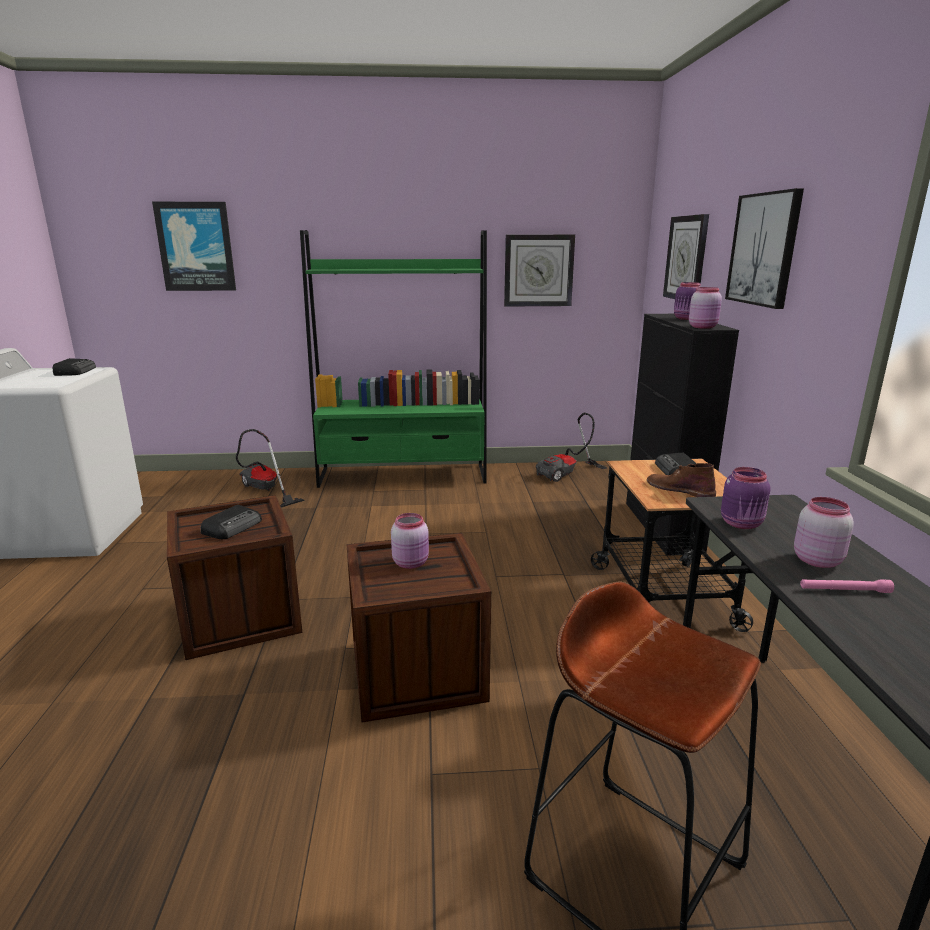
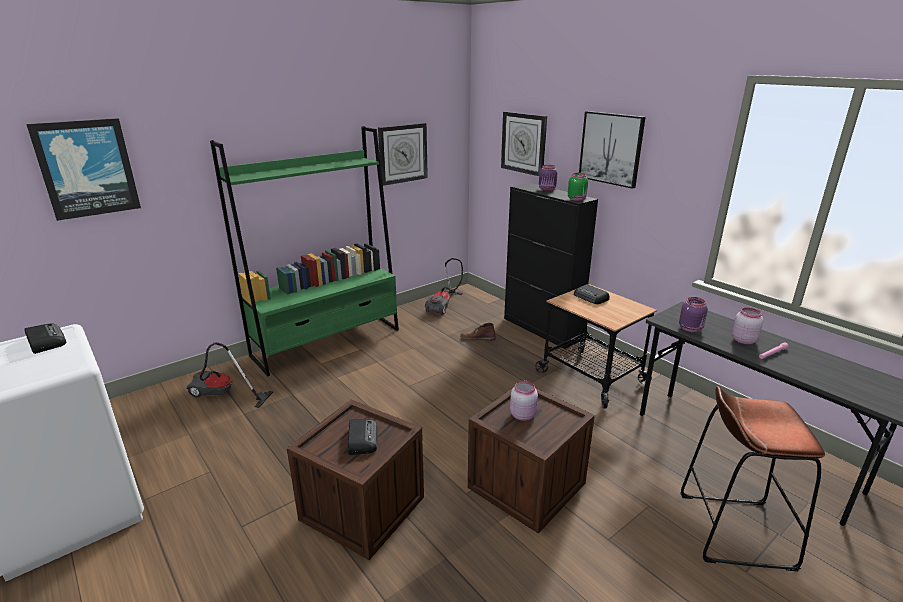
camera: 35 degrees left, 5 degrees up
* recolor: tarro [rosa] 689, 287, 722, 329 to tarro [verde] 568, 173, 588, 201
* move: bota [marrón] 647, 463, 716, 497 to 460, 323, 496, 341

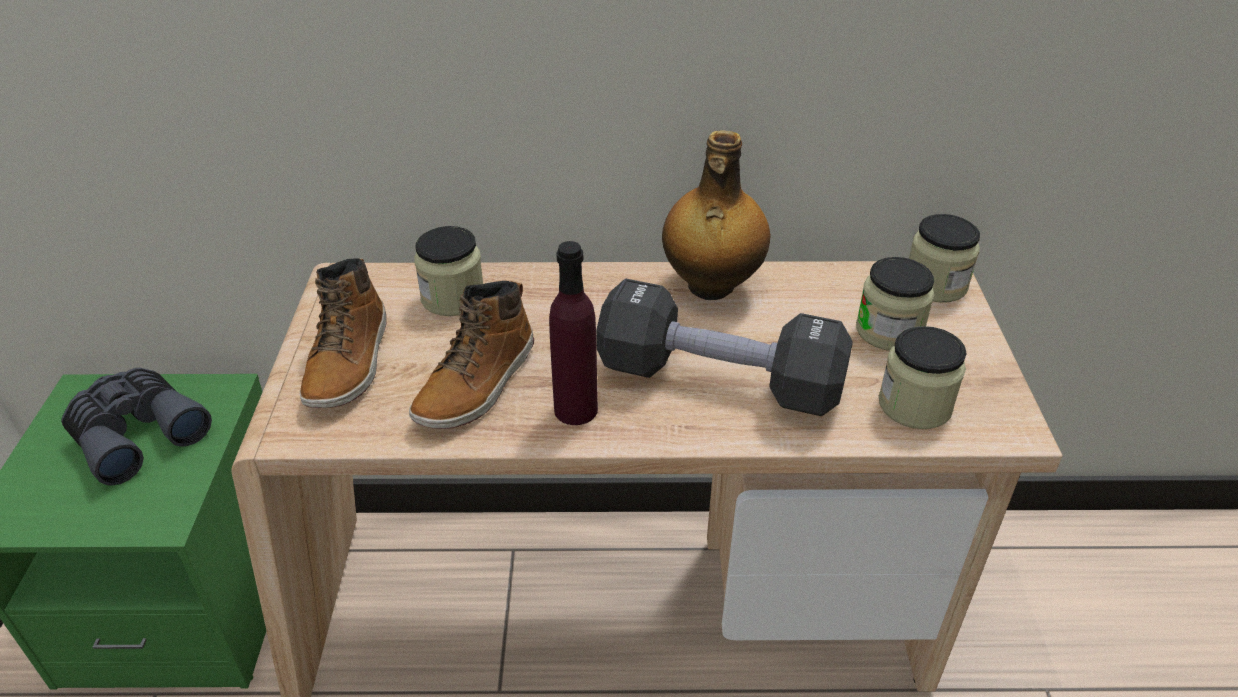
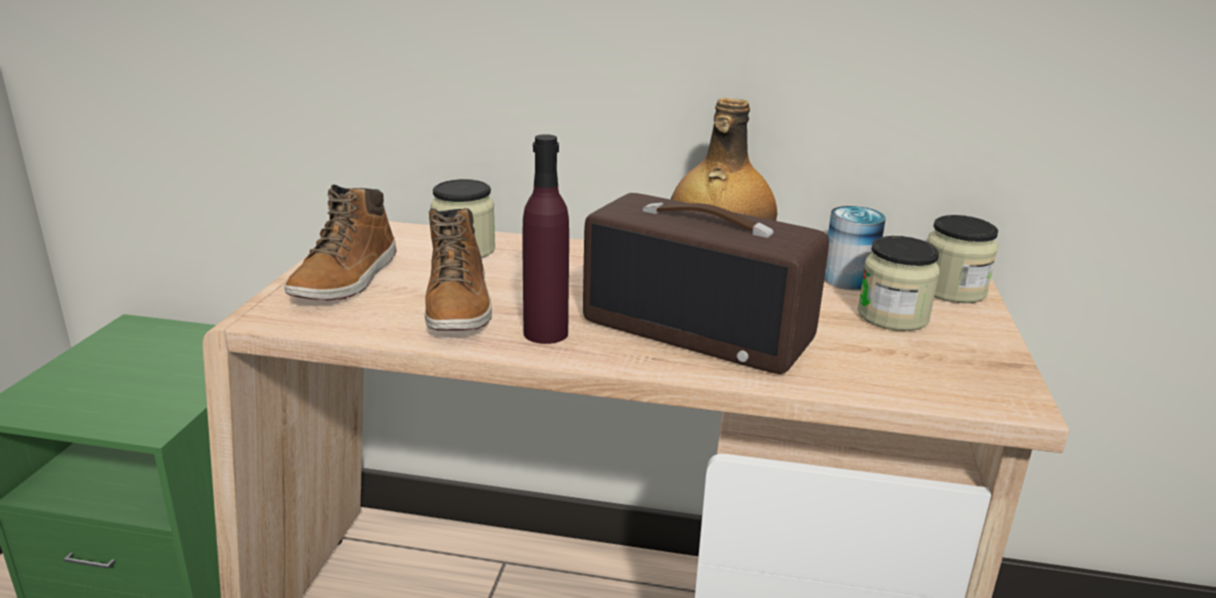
camera: 10 degrees right, 15 degrees down
* replace: mancuerna [negro] 596, 279, 853, 416 to radio 583, 193, 829, 374
* rotate: bota 409, 281, 534, 429 = 425, 208, 492, 331 45 degrees counterclockwise
* delete: tarro 879, 326, 967, 429
* delete: prismáticos [gris] 61, 368, 212, 486
* insert: lata 824, 206, 886, 290

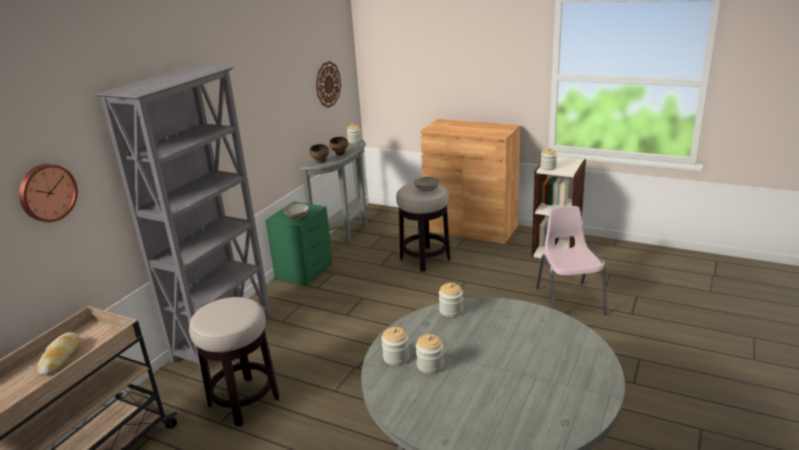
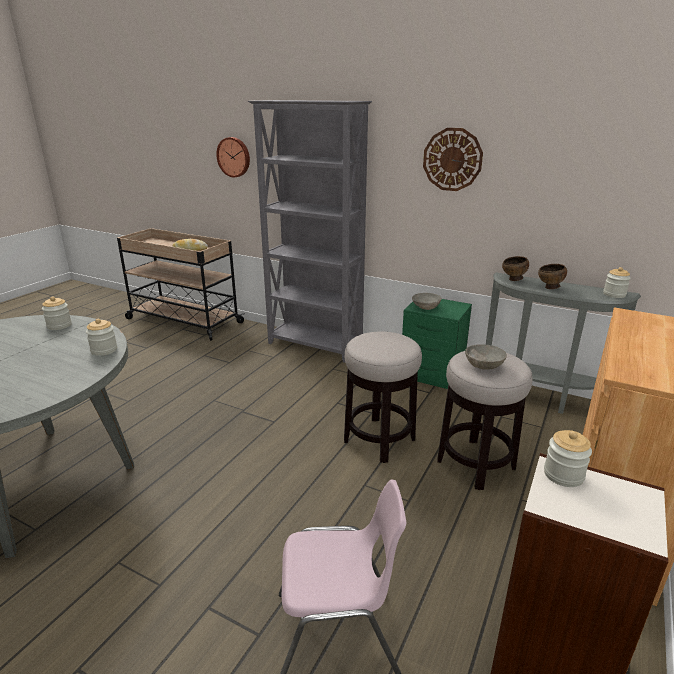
camera: 90 degrees right, 0 degrees up
* move: reloj de pared 316, 61, 341, 108 to 423, 128, 483, 191
* move: taburete 189, 297, 279, 426 to 344, 332, 422, 463
* delete: tarro 416, 334, 444, 374

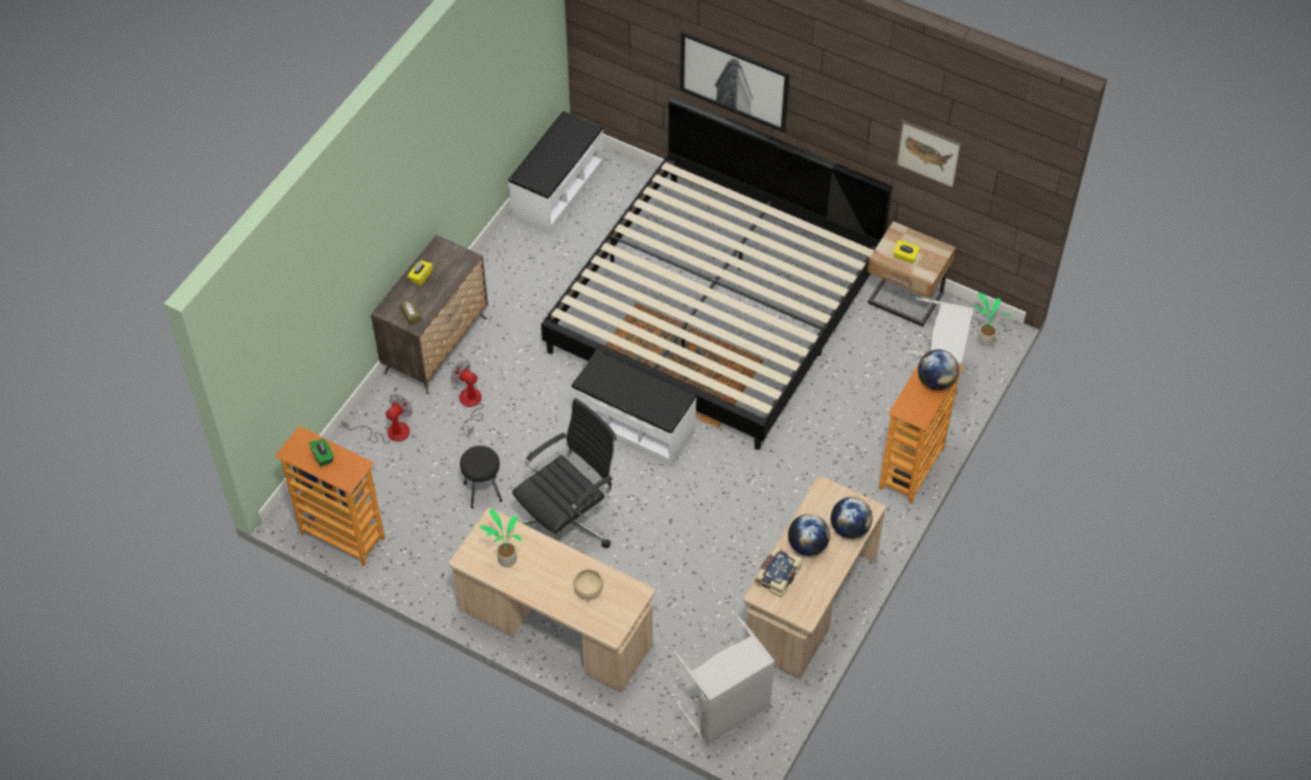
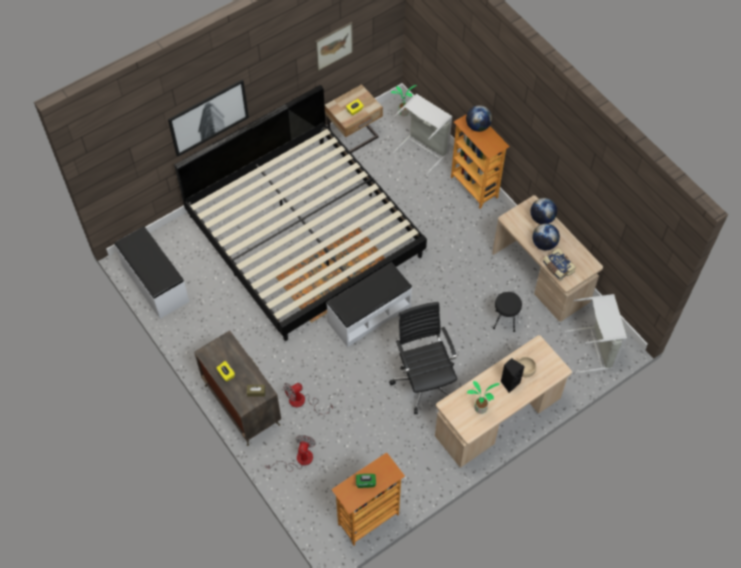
camera: 65 degrees left, 5 degrees up
* rotate: ventilador 341, 394, 413, 443 = 266, 435, 316, 472 45 degrees clockwise
* move: taburete [negro] 460, 446, 502, 509 to 493, 292, 522, 332
* insert: altavoz [negro] 501, 358, 525, 393

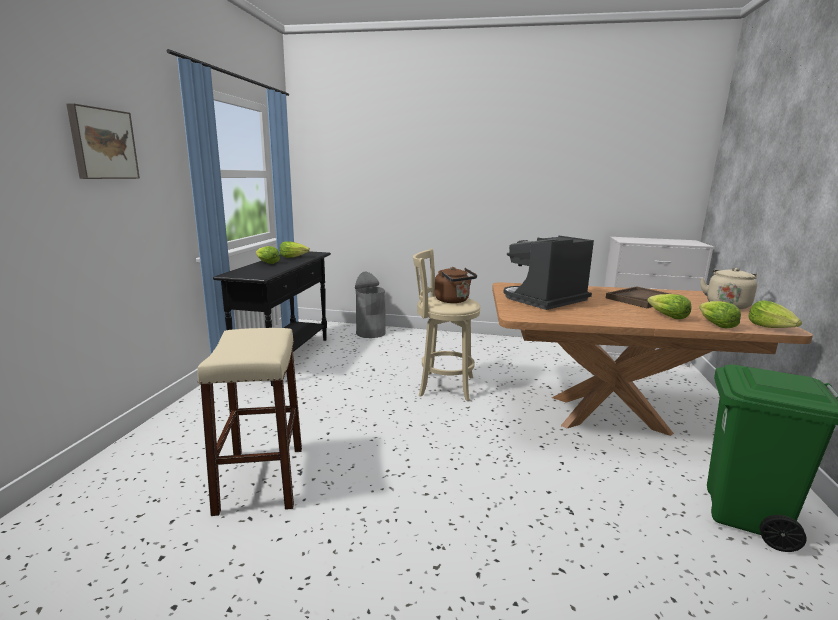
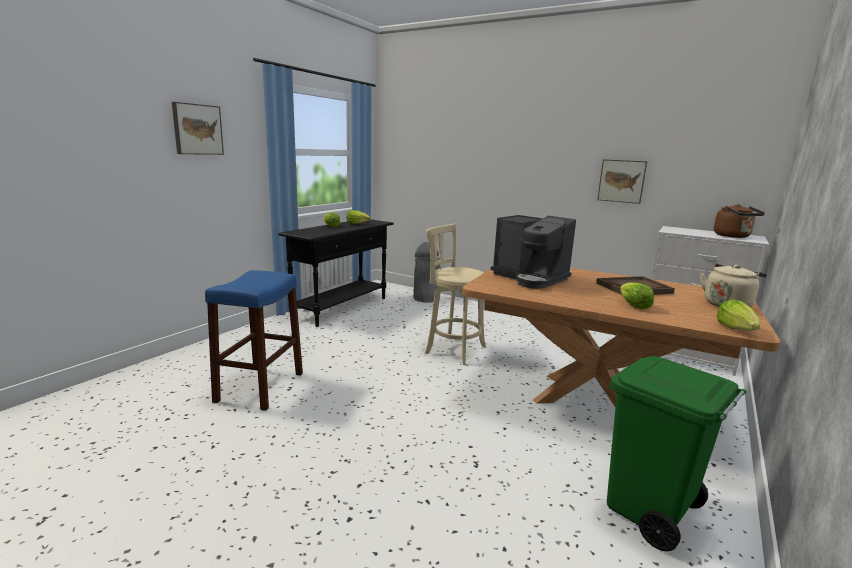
camera: 20 degrees right, 0 degrees up
* rotate: cafetera 503, 236, 594, 310 = 491, 215, 576, 289 120 degrees counterclockwise
* move: hervidor [marrón] 435, 267, 477, 303 to 714, 204, 765, 238
* delete: lechuga 699, 301, 741, 328
* recolor: taburete [beis] 197, 328, 302, 516 to taburete [azul] 205, 270, 303, 411
* insert: cuadro 597, 159, 647, 204

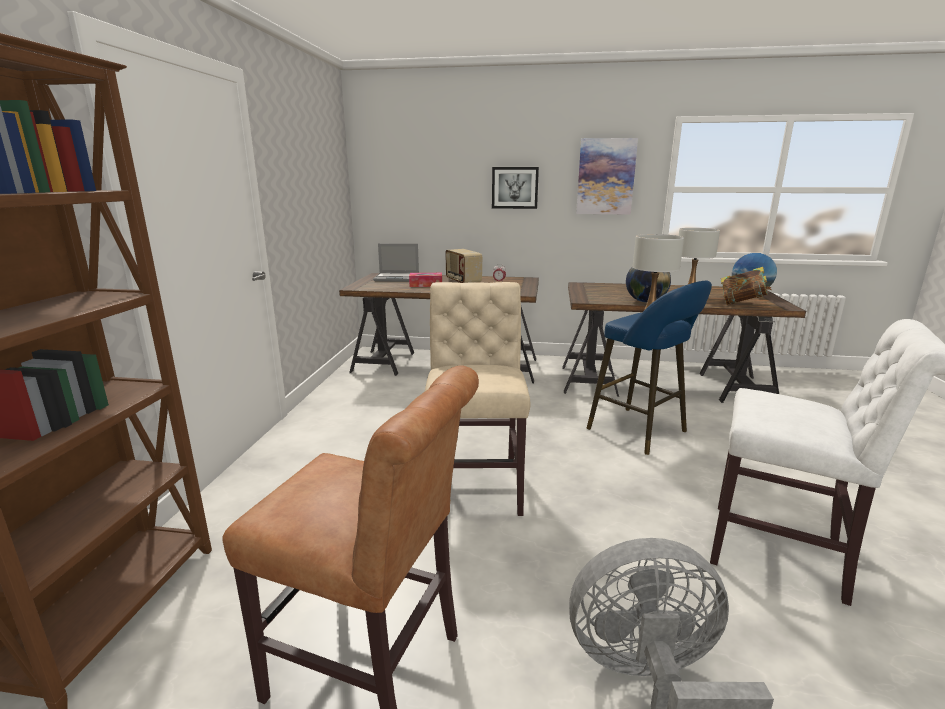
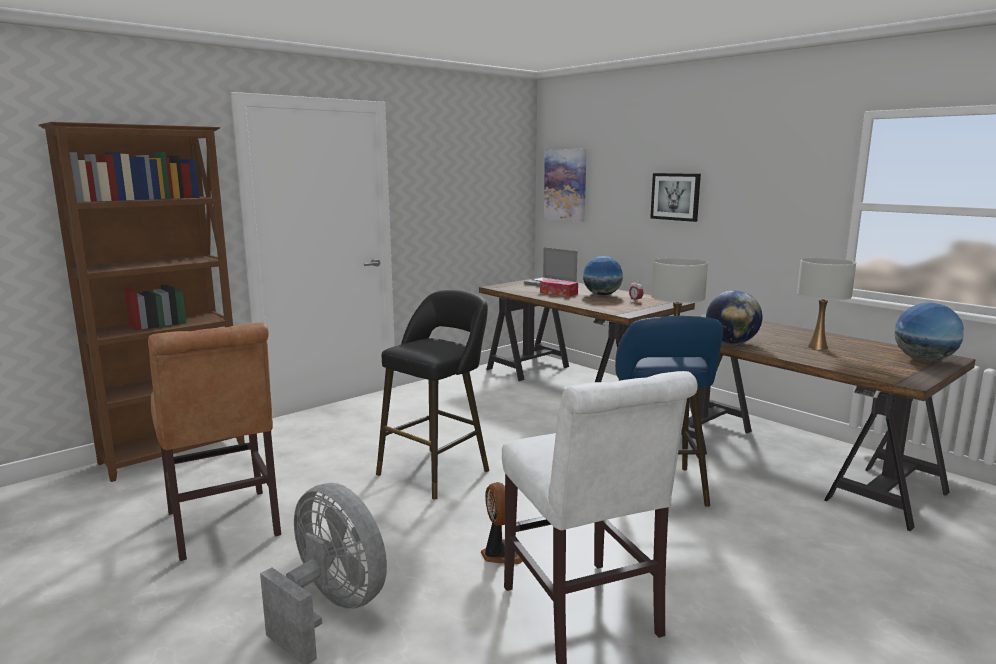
camera: 40 degrees right, 5 degrees down
* move: cuadro 576, 138, 638, 215 to 544, 149, 587, 222
* replace: radio 445, 249, 482, 283 to globo terráqueo 583, 256, 623, 296
* delete: libro 721, 267, 772, 305
* replace: silla [beis] 425, 282, 530, 516 to taburete [negro] 376, 290, 489, 499
* insert: ventilador 481, 482, 523, 564

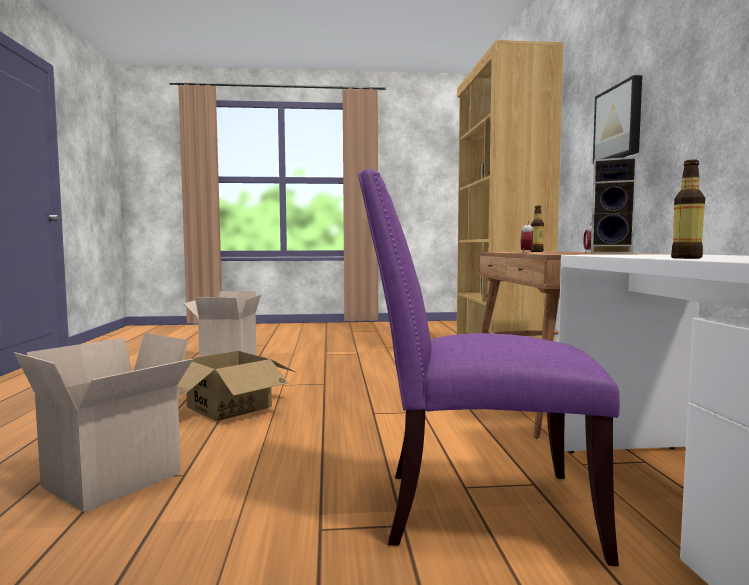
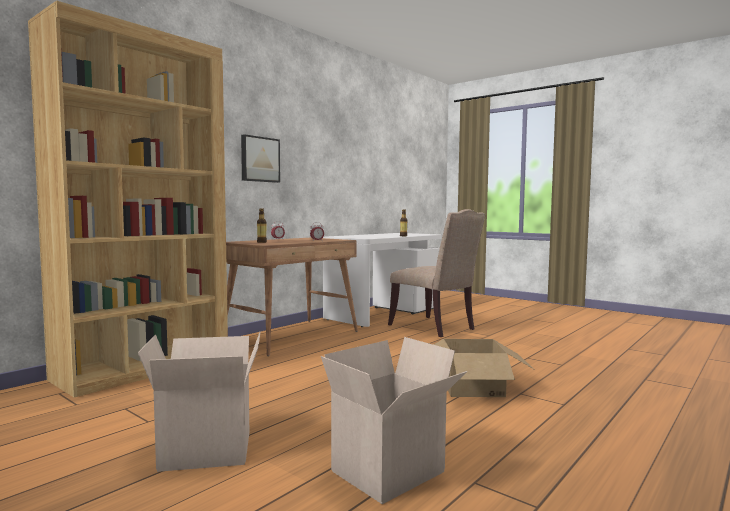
camera: 135 degrees left, 0 degrees up
* delete: altavoz 591, 156, 637, 254
* recolor: silla [morado] 358, 169, 620, 566 to silla [beis] 388, 209, 485, 337
* move: caja de cartón 14, 333, 193, 513 to 138, 331, 261, 472

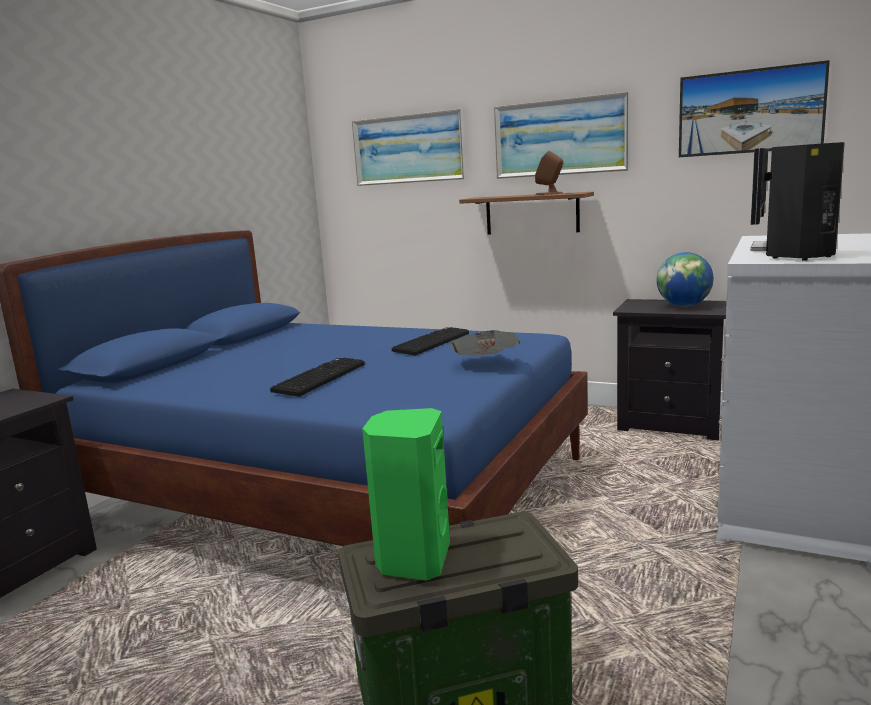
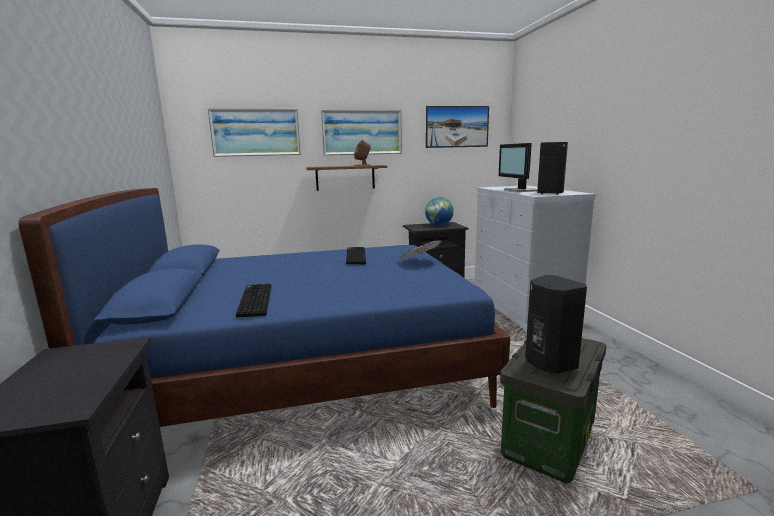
camera: 40 degrees left, 0 degrees up
* move: teclado 270, 358, 365, 397 to 236, 284, 271, 318
* recolor: altavoz [verde] 362, 408, 450, 581 to altavoz [negro] 525, 275, 587, 374

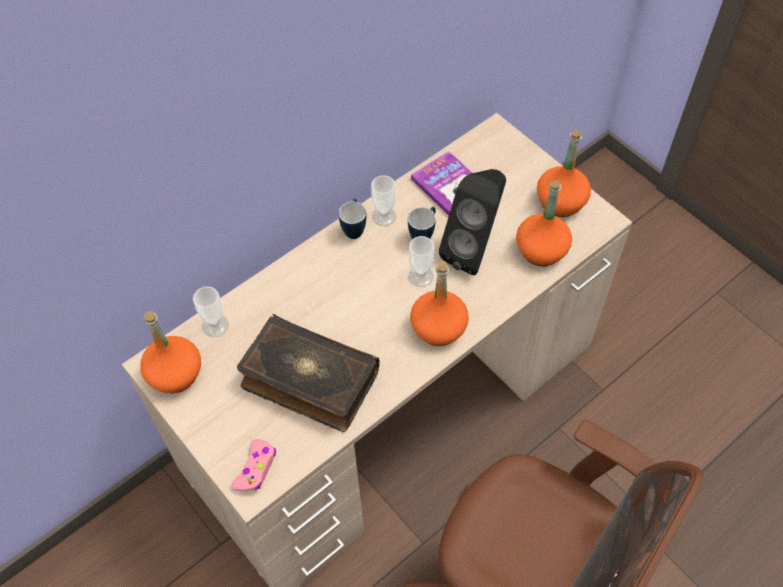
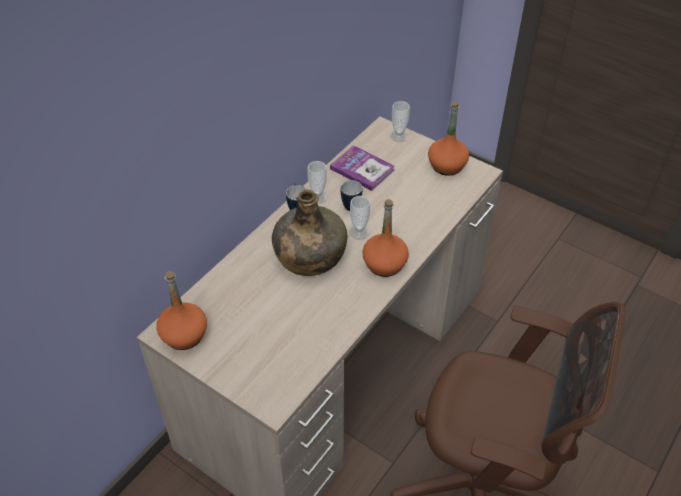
camera: 15 degrees left, 10 degrees down
* delete: altavoz [negro] 439, 169, 506, 275
* delete: botella [naranja] 516, 180, 572, 266
* move: taza 193, 286, 229, 337 to 390, 101, 410, 142
* delete: libro 237, 314, 380, 432
* delete: mando de consola [rosa] 231, 439, 276, 491
* insert: botella [verde] 272, 189, 348, 276

